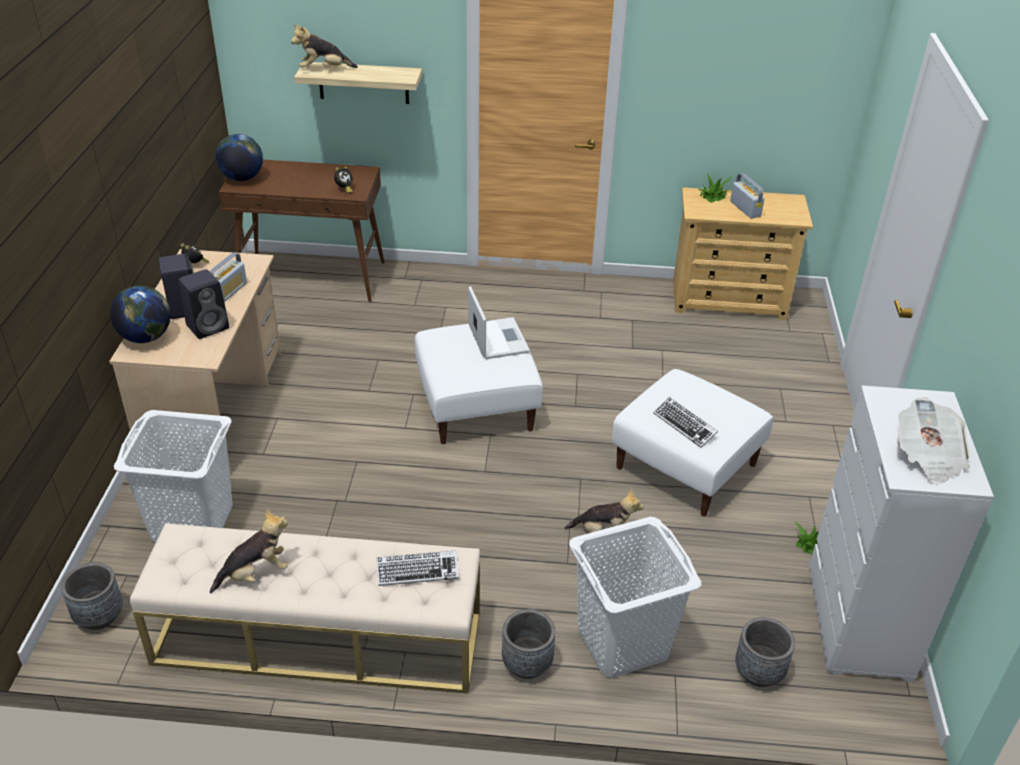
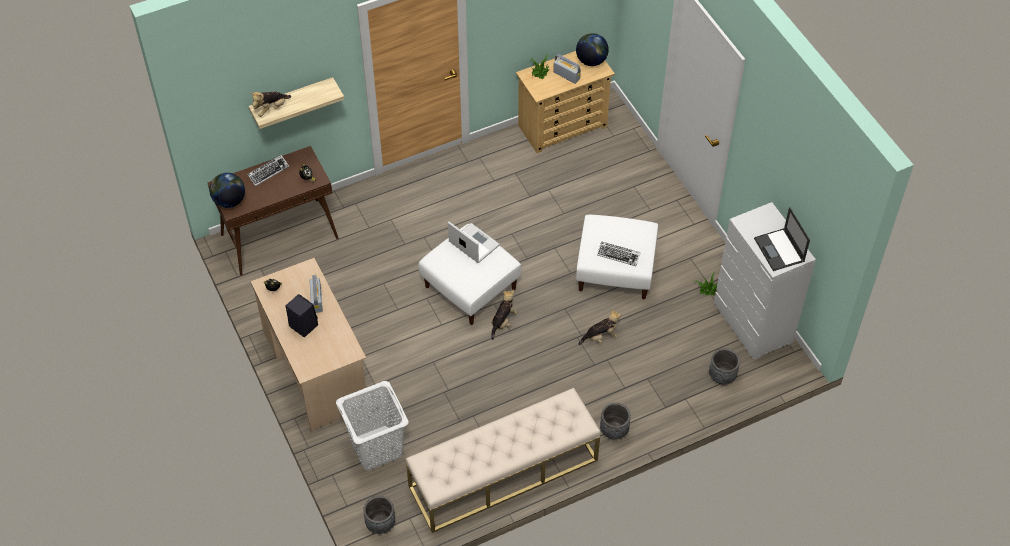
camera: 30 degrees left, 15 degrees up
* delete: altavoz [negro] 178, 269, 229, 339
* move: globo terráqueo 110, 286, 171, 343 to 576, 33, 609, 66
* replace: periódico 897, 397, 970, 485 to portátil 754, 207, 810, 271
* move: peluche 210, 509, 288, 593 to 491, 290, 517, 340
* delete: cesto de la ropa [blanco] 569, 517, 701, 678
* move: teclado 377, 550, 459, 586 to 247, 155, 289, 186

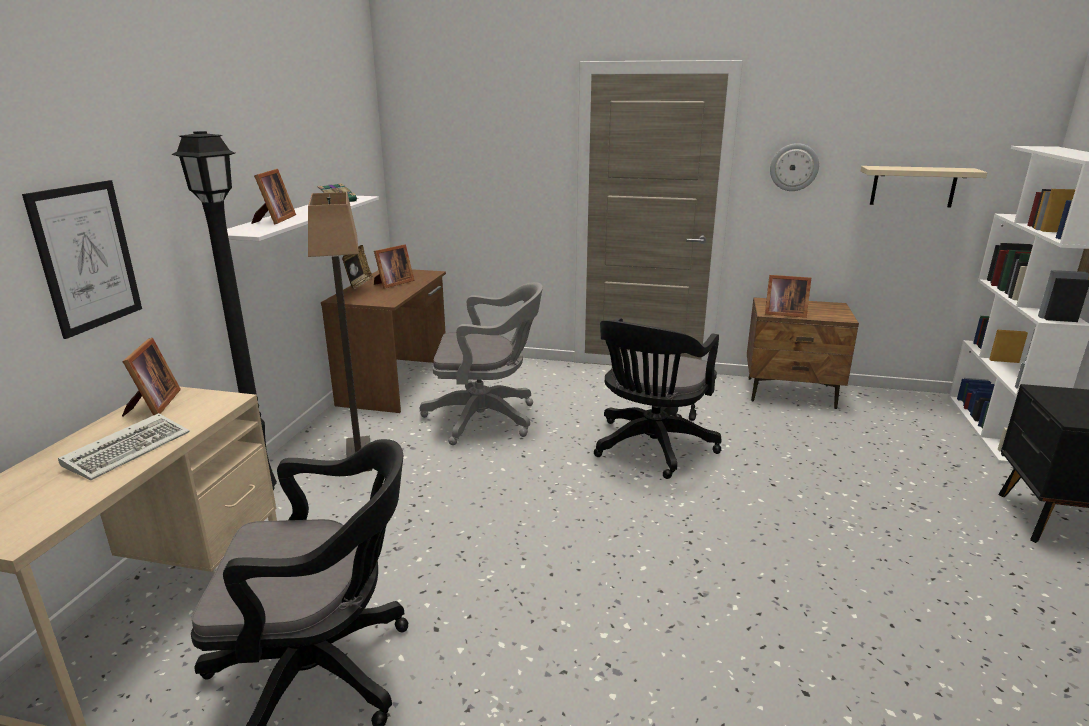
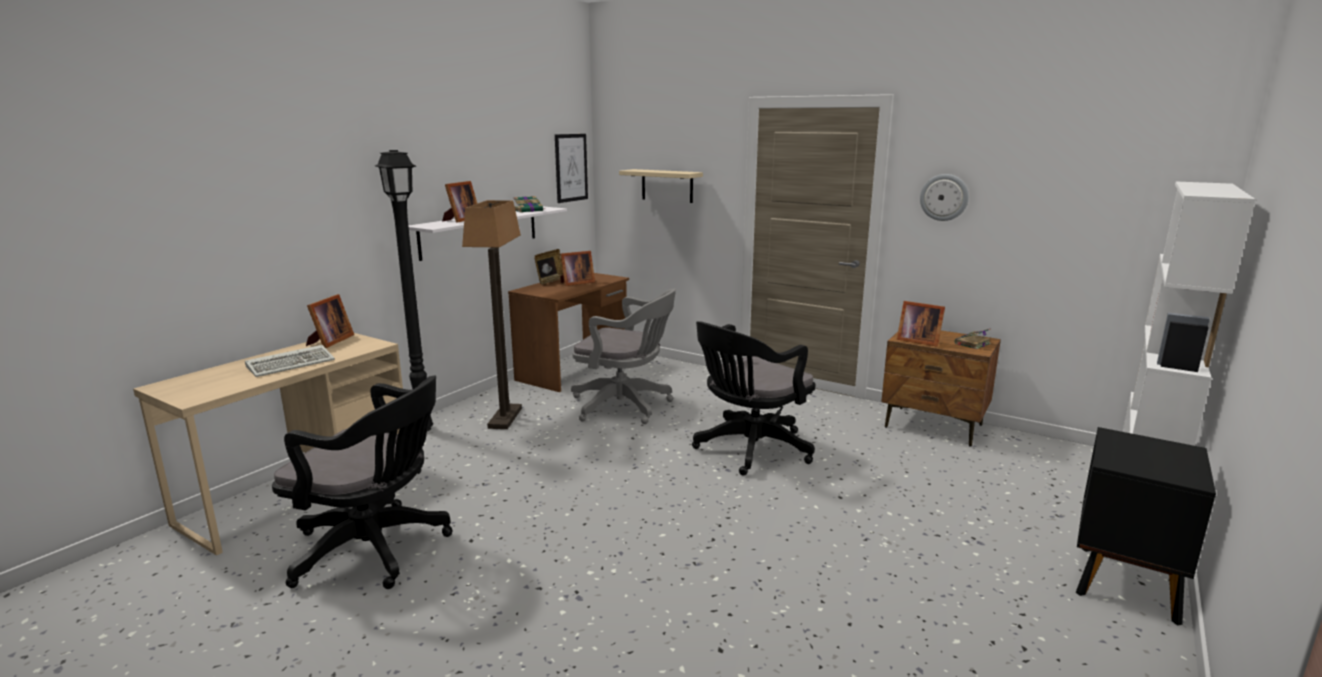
camera: 20 degrees right, 5 degrees down
* move: estante [beis] 861, 166, 988, 207 to 619, 169, 703, 203
* move: cuadro 22, 180, 142, 339 to 555, 134, 588, 203
* insert: libro 955, 328, 991, 349

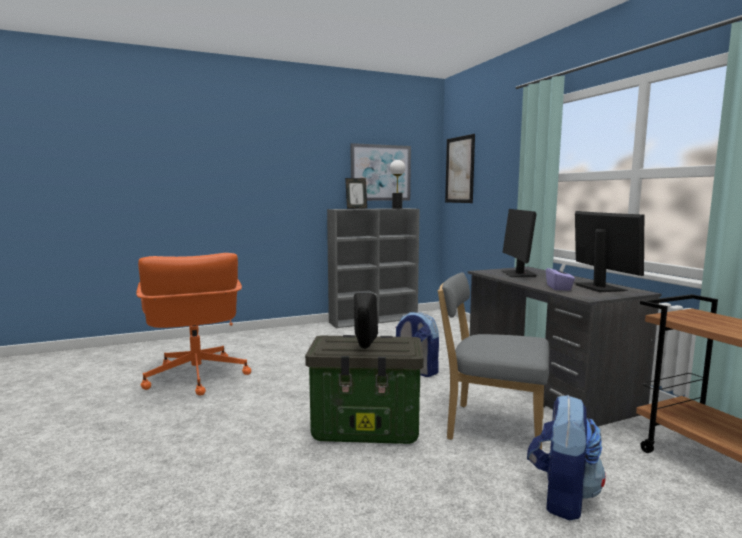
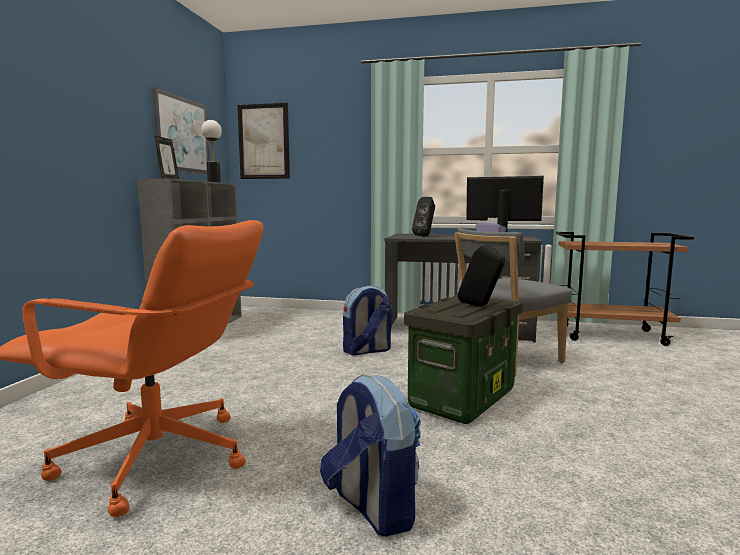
camera: 55 degrees left, 0 degrees up
* replace: monitor 502, 209, 538, 277 to altavoz [negro] 412, 197, 435, 237
* move: mochila 527, 394, 606, 521 to 320, 374, 421, 537

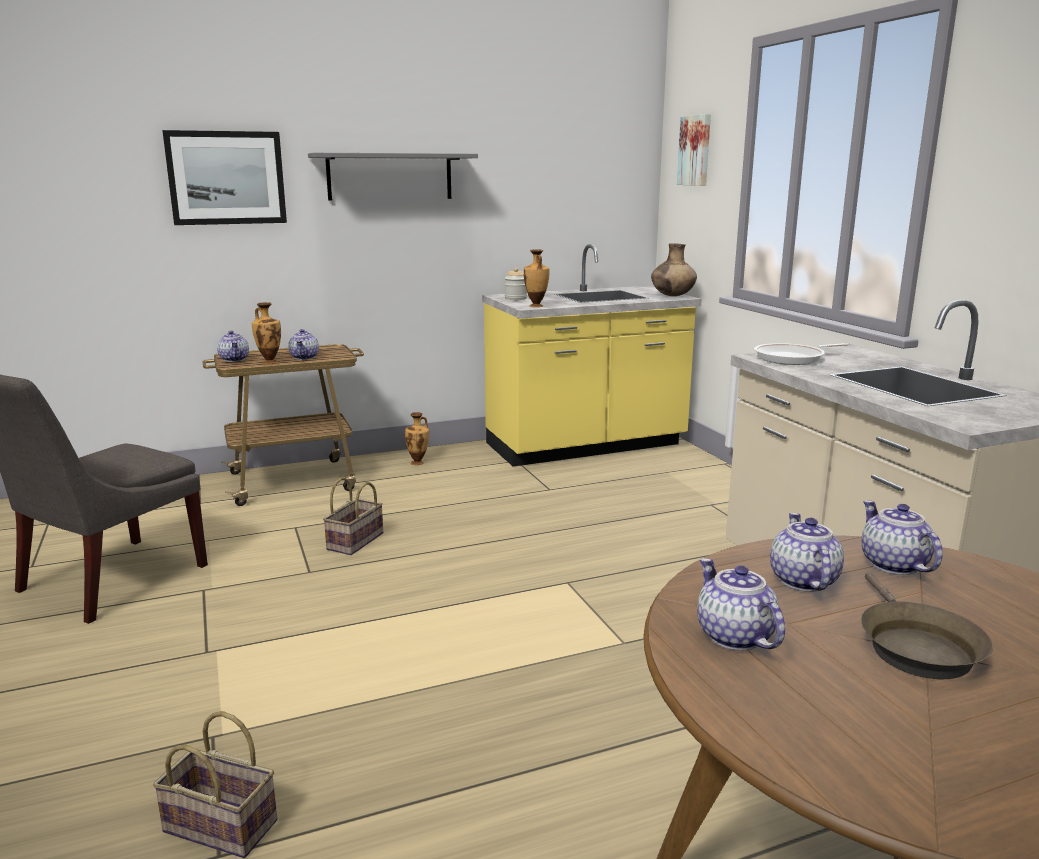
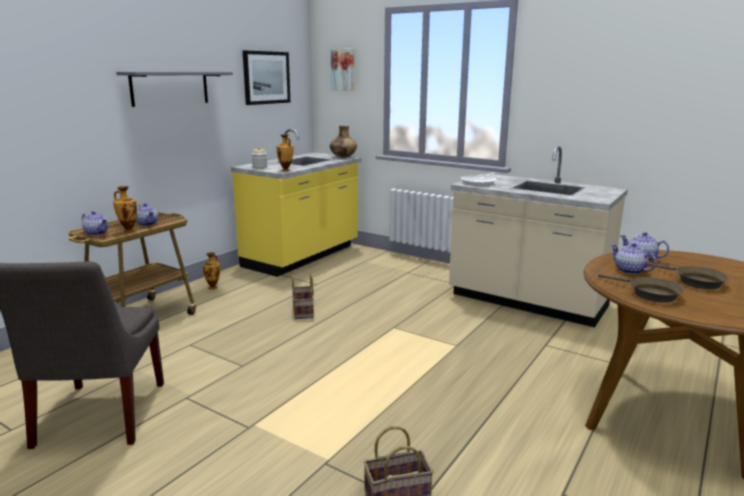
camera: 35 degrees left, 0 degrees up
* move: cuadro 162, 130, 287, 225 to 243, 50, 290, 105
* move: cesta 323, 477, 383, 555 to 292, 273, 314, 319
* replace: tetera 697, 558, 785, 651 to sartén [marrón] 598, 273, 684, 303

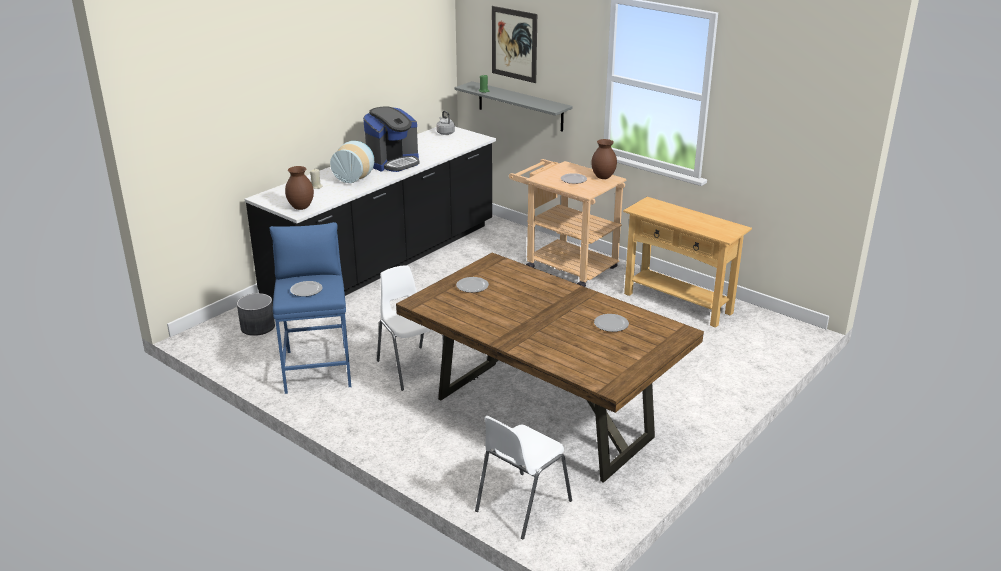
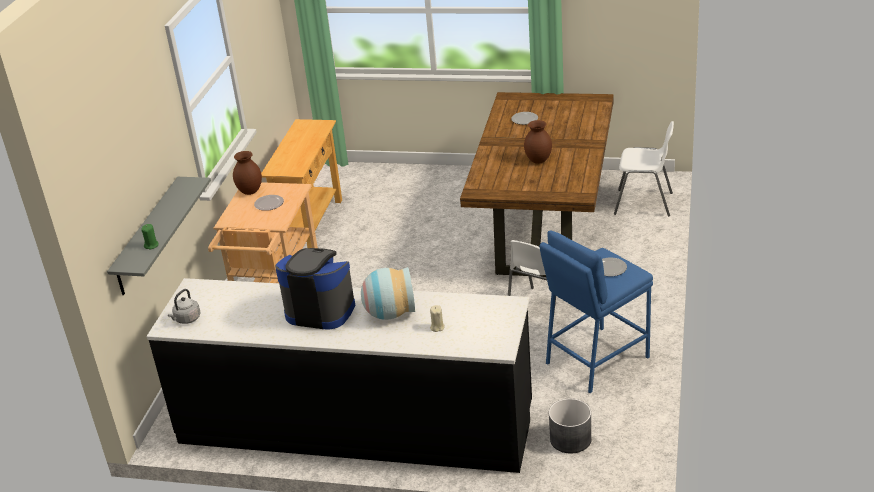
camera: 115 degrees left, 5 degrees up
* delete: cuadro 492, 6, 537, 83
* move: florero [marrón] 285, 166, 314, 210 to 524, 120, 552, 164
* delete: plato 456, 277, 489, 293

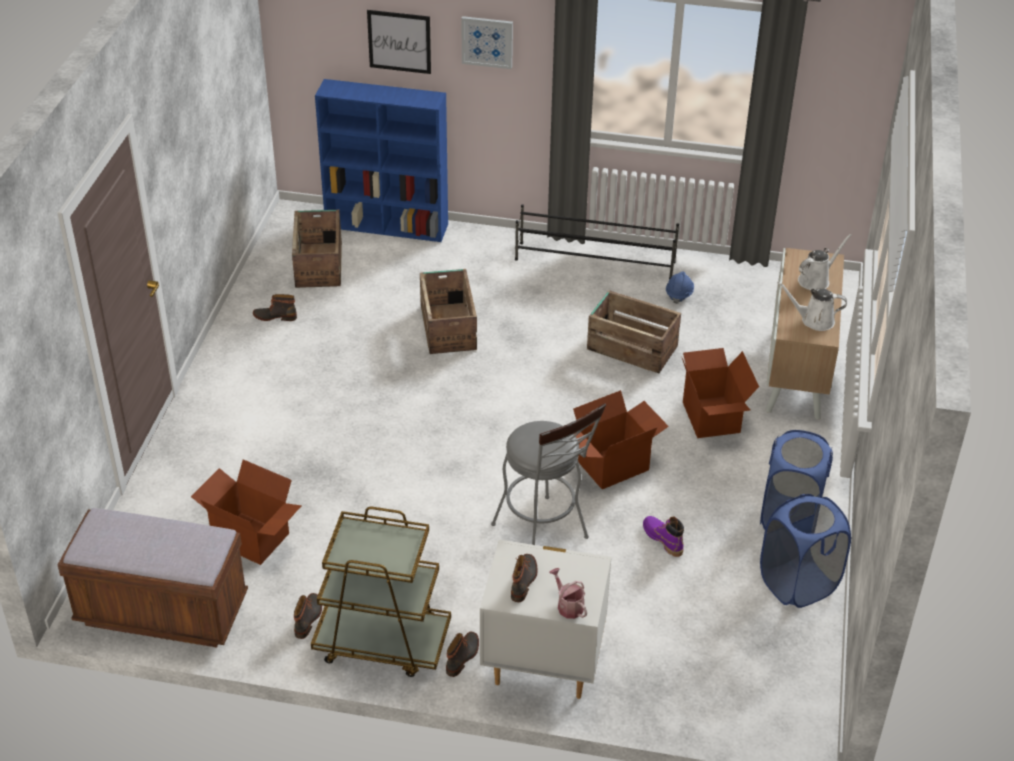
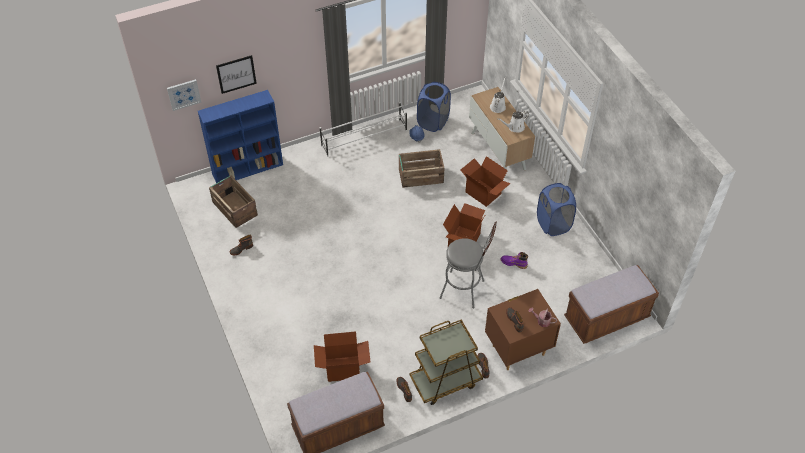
camera: 35 degrees left, 10 degrees up
* move: cuadro 461, 16, 513, 69 to 167, 79, 202, 111
* recolor: zapatero [negro] 515, 204, 679, 280 to zapatero [blanco] 320, 102, 407, 157
* delete: caja de embalaje 420, 269, 477, 354
* move: cesto de la ropa [azul] 760, 494, 851, 608 to 417, 82, 451, 132
* recolor: mesita de noche [blanco] 480, 540, 612, 699 to mesita de noche [marrón] 485, 289, 561, 370
* insert: banco [marrón] 564, 265, 659, 344

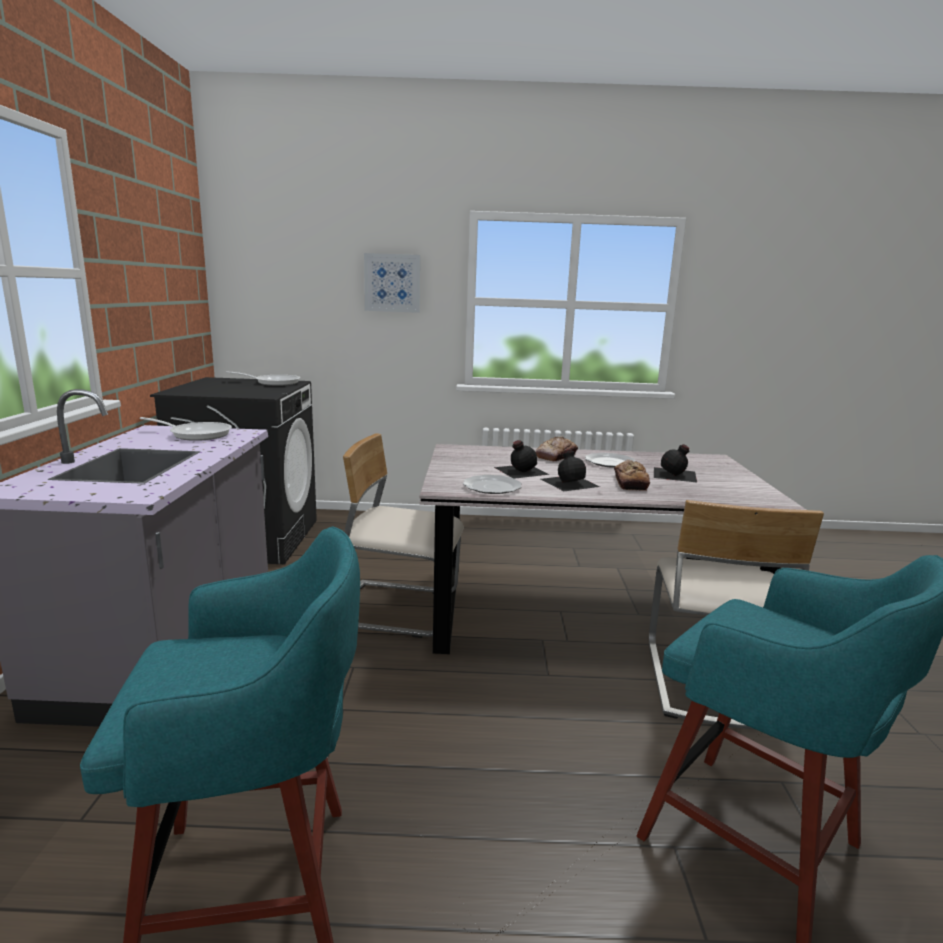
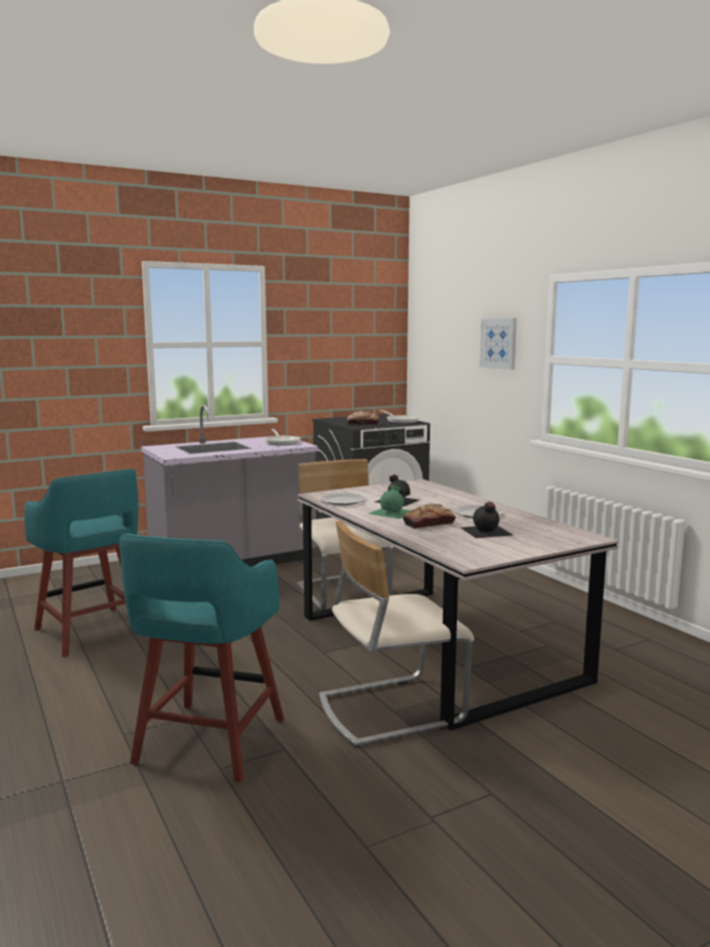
camera: 60 degrees right, 5 degrees down
* move: pan 536, 436, 578, 461 to 347, 411, 380, 425
* recolor: botella [negro] 541, 449, 600, 491 to botella [verde] 368, 484, 411, 519

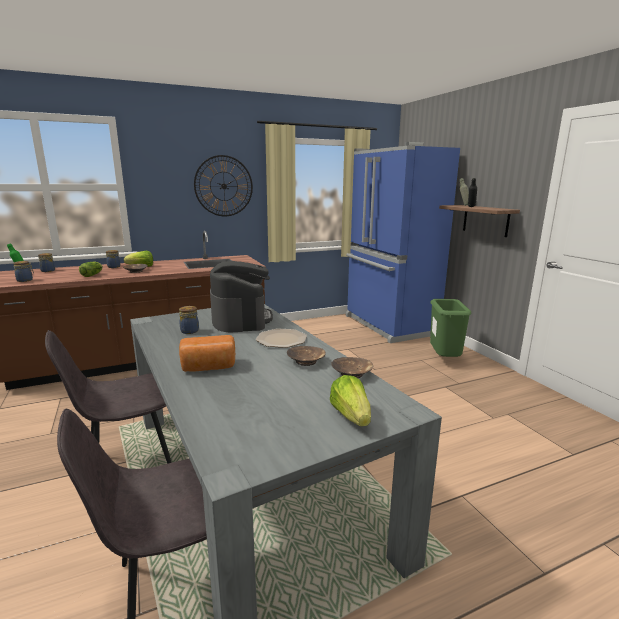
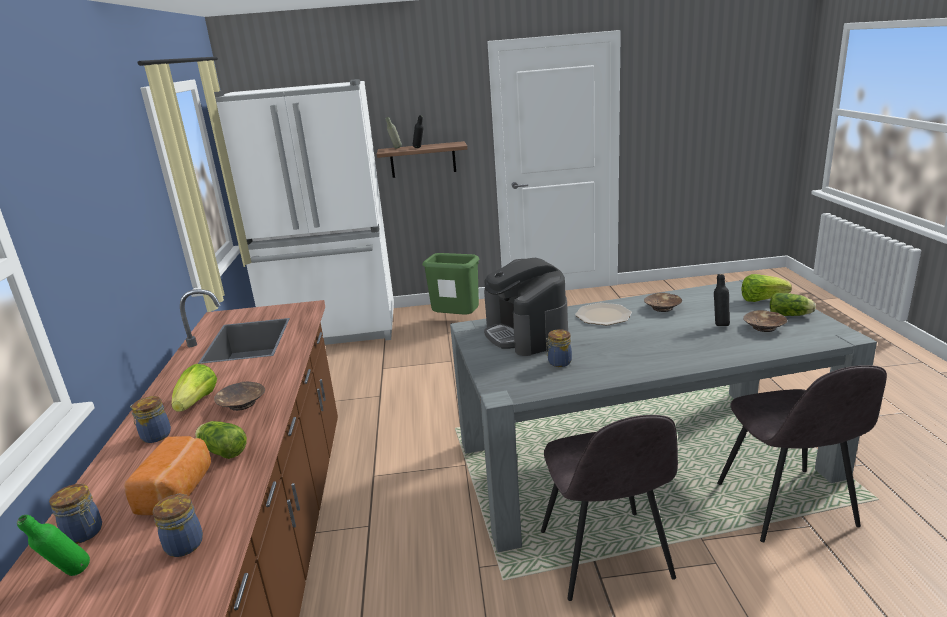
camera: 70 degrees left, 5 degrees up
* recolor: nevera [azul] 346, 142, 460, 343 to nevera [blanco] 214, 79, 394, 345
* delete: reloj de pared 194, 155, 253, 216
* rotate: cafetera 210, 261, 273, 332 = 484, 257, 568, 356 120 degrees counterclockwise
* move: pan 179, 335, 235, 372 to 124, 436, 211, 515
* move: cuenco [marrón] 331, 357, 373, 378 to 743, 310, 787, 332
* insert: botella [negro] 714, 274, 730, 326
* insert: lechuga 770, 293, 816, 316

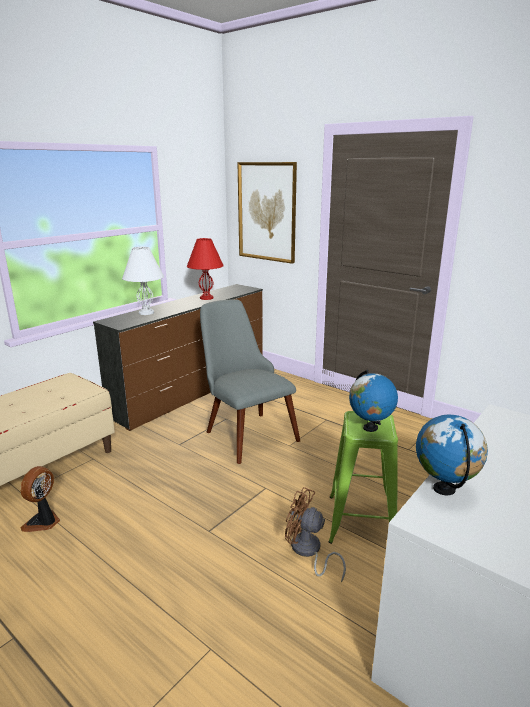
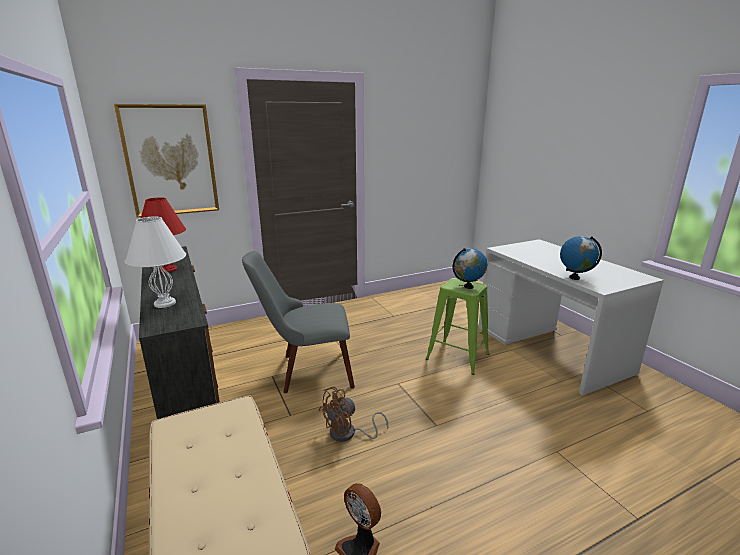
camera: 65 degrees left, 0 degrees up
* move: ventilador [marrón] 285, 487, 346, 582 to 319, 386, 388, 442

